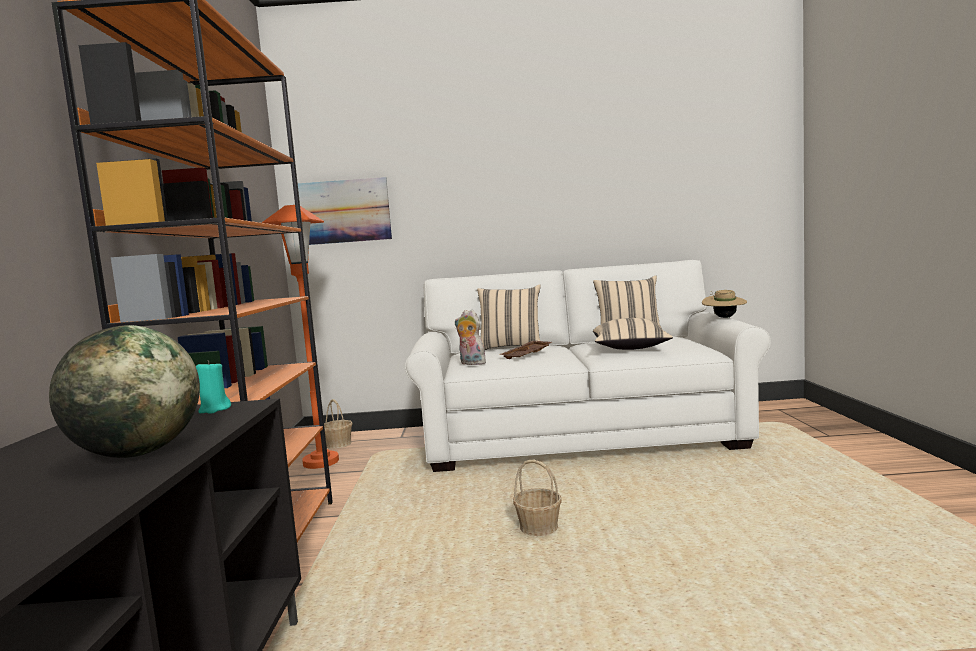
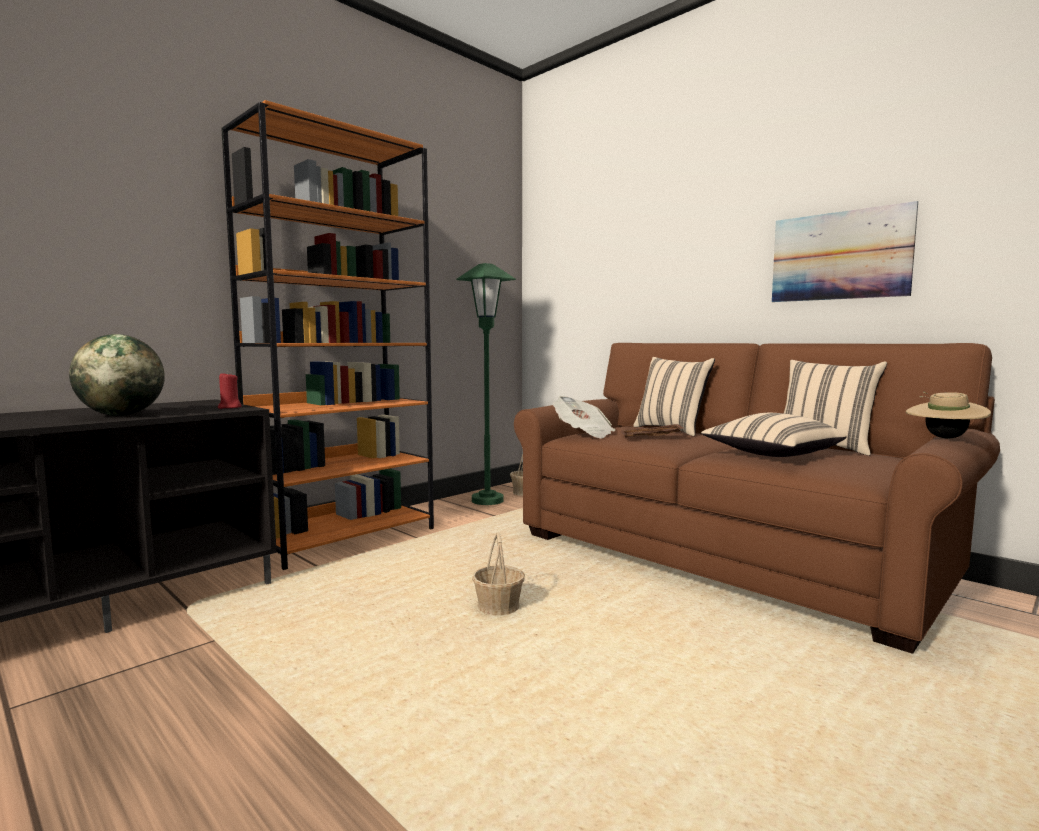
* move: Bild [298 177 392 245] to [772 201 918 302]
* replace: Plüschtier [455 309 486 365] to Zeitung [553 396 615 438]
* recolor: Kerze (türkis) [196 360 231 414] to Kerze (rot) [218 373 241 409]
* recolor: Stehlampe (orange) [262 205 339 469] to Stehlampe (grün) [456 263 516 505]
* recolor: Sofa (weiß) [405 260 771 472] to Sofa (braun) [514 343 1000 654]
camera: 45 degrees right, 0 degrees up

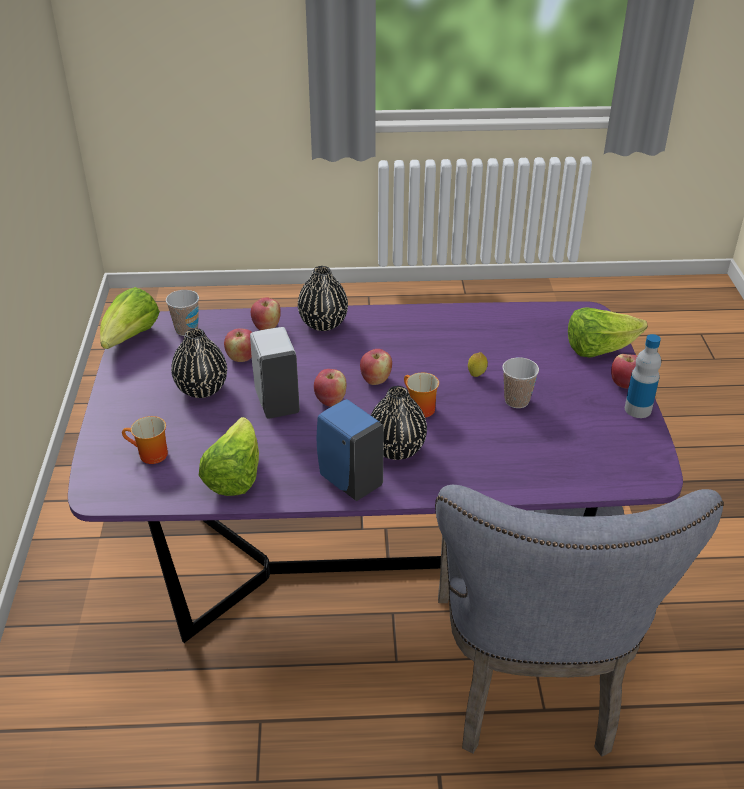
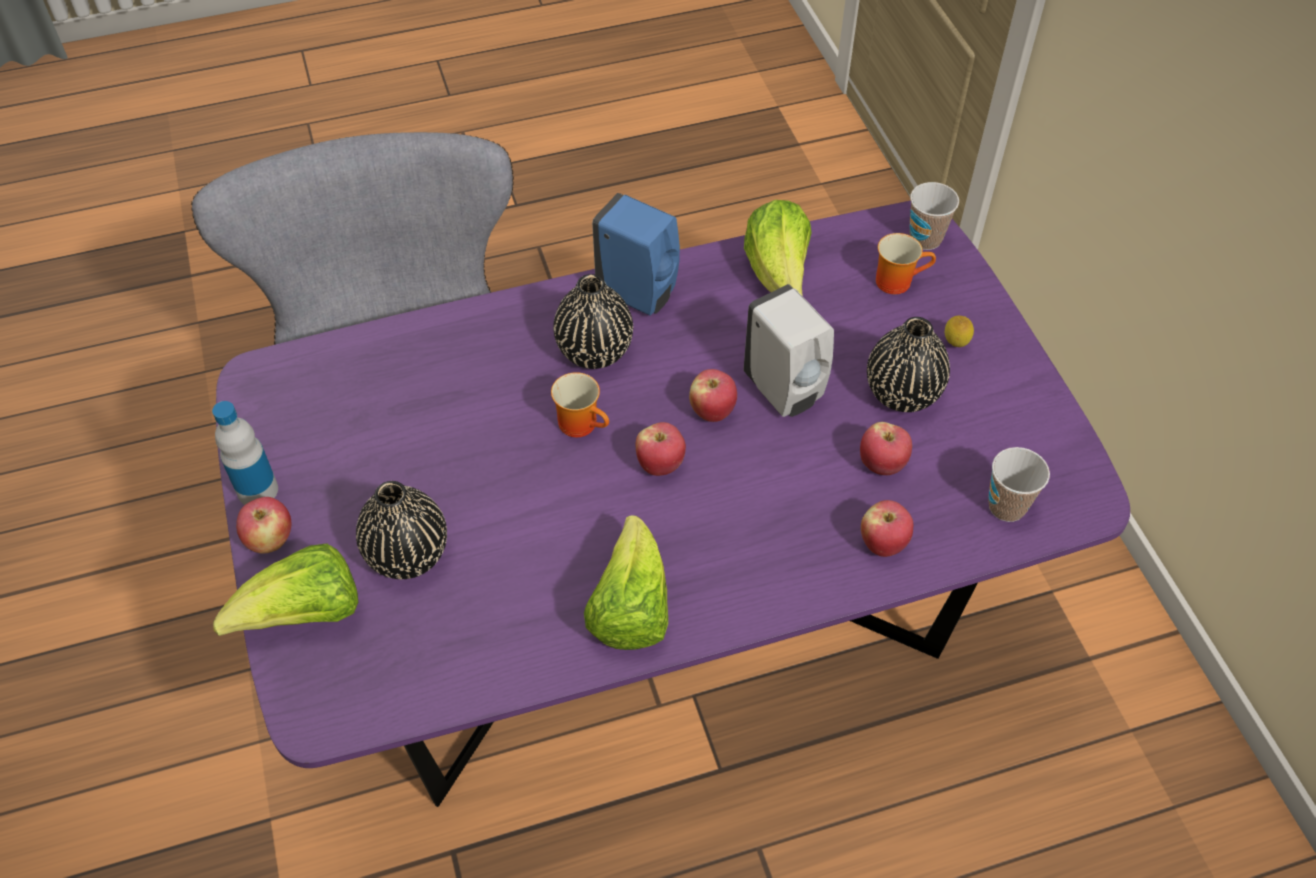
* move: Salatkopf [100 287 160 349] to [584 516 668 650]
* move: Vase (schwarz) [298 266 348 331] to [356 481 447 579]
* move: Zitrone [468 352 488 377] to [945 316 974 347]
* move: Tasse [502 357 539 408] to [910 182 959 250]
camera: 165 degrees right, 15 degrees up

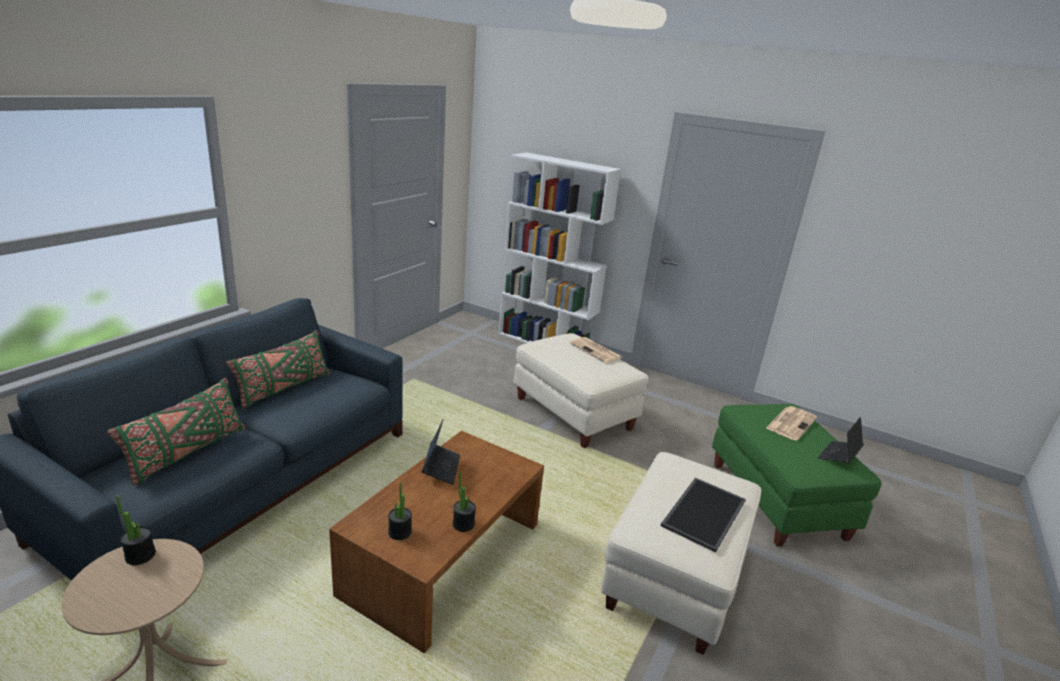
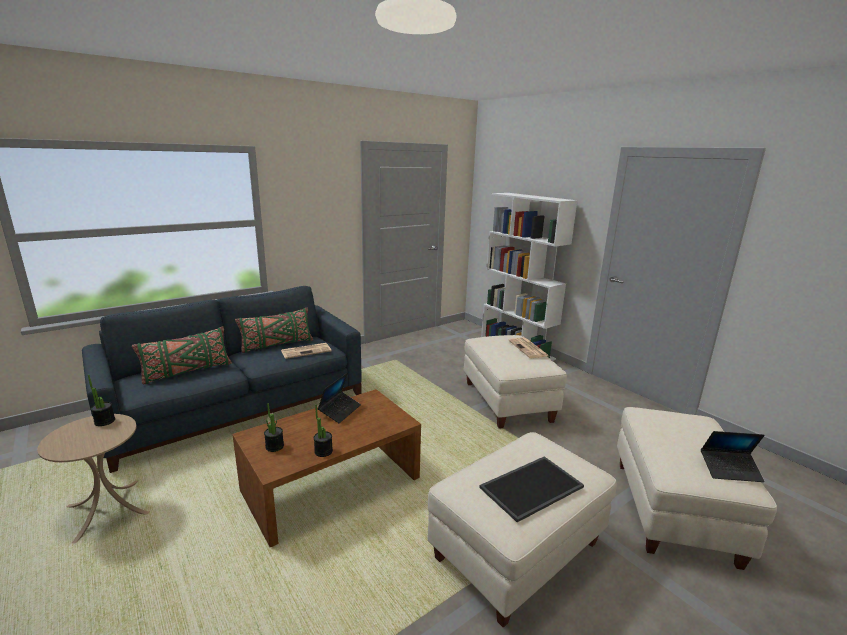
* move: Zeitung [766 406 817 441] to [281 343 331 359]
* recolor: Polsterhocker (grün) [712 404 881 547] to Polsterhocker (beige) [617 407 777 570]
* rotate: Laptop [818 417 864 463] = [701 431 765 482] 150 degrees counterclockwise
camera: 25 degrees right, 5 degrees down

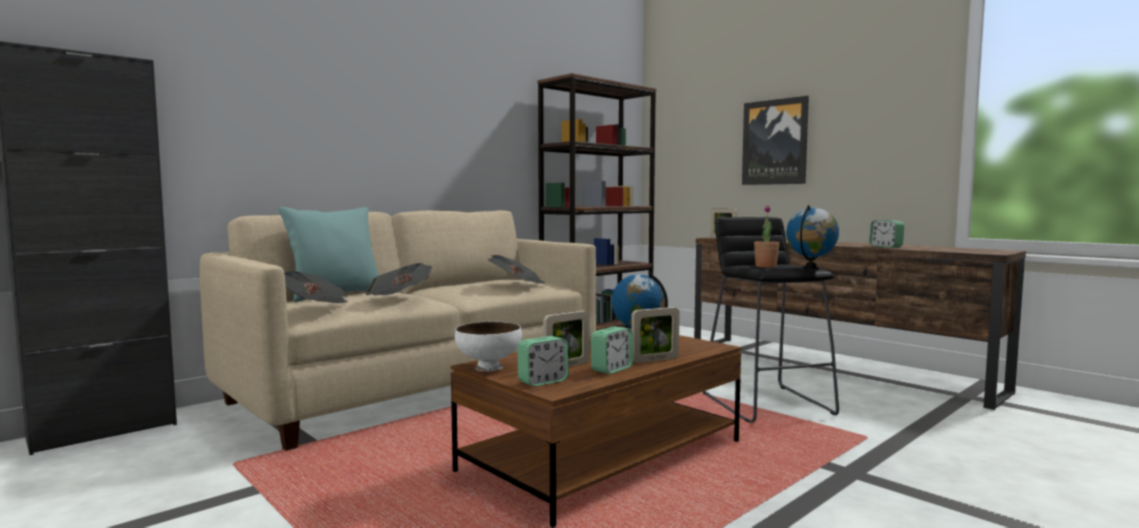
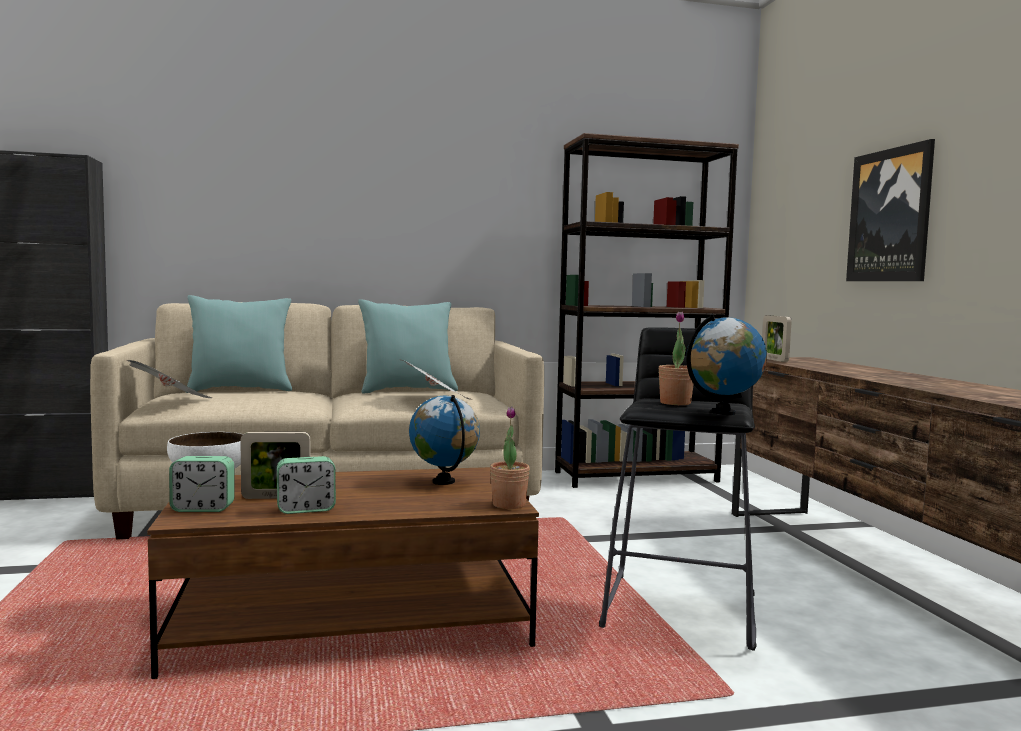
* delete: Zeitung [365 263 432 296]
* delete: Bilderrahmen [631 307 680 363]
* delete: Wecker [869 220 904 248]
* insert: Kissen (türkis) [358 299 458 394]
* insert: Topfpflanze [490 406 530 509]
camera: 30 degrees right, 0 degrees up

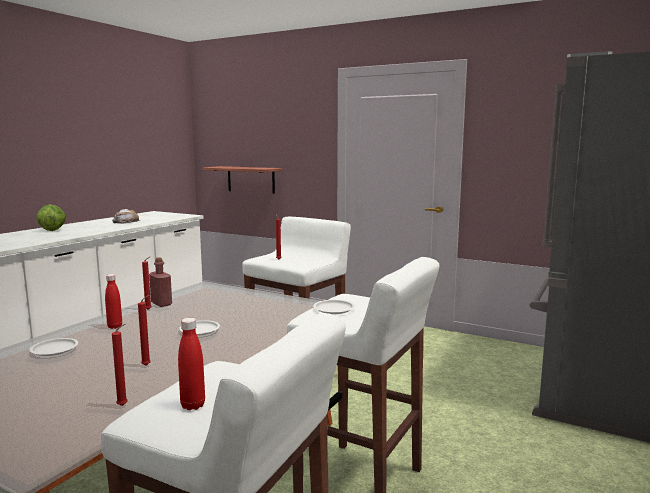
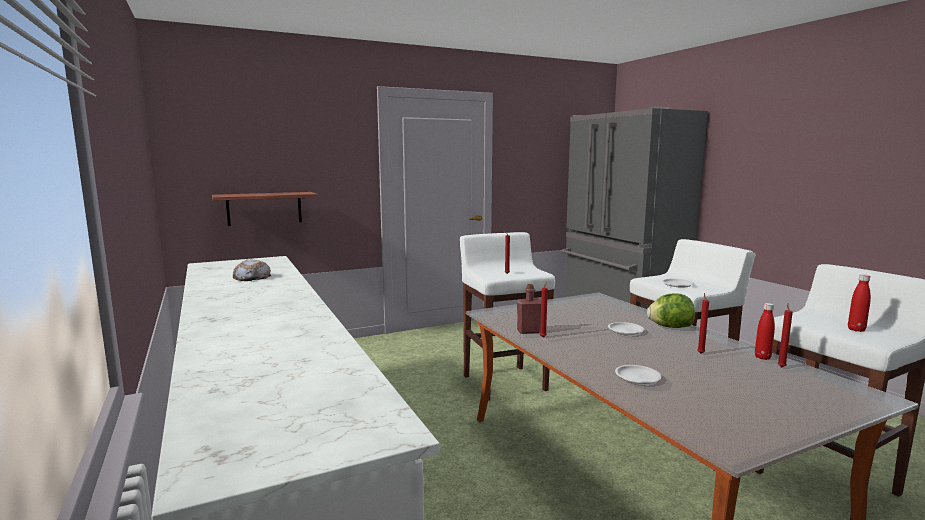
* move: Salatkopf [36 204 66 231] to [647 293 695 328]
* move: Flasche (rot) [105 274 122 329] to [755 303 775 360]
camera: 55 degrees left, 0 degrees up

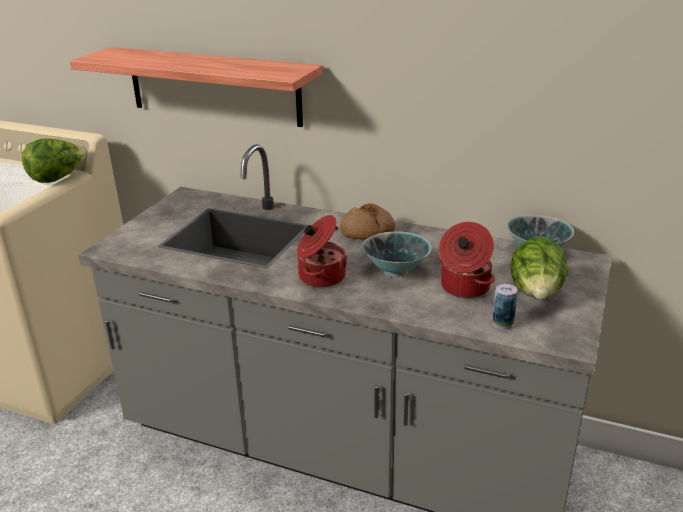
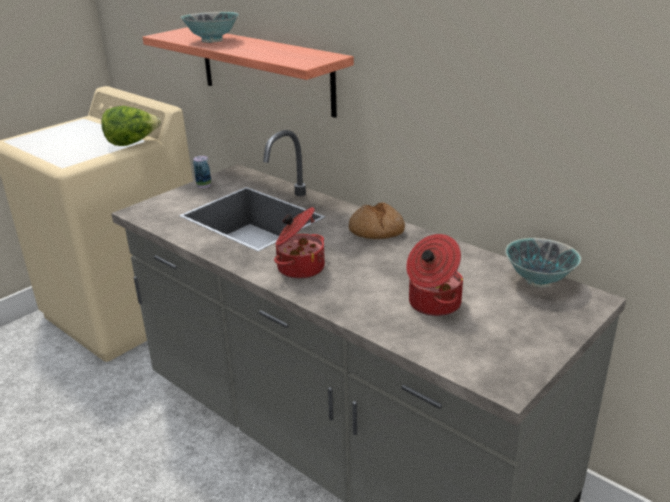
* delete: Salatkopf [510 236 568 300]
* move: Schüssel [362 232 431 277] to [180 12 239 43]
* move: Dose [492 284 517 330] to [193 156 211 188]
camera: 20 degrees right, 0 degrees up

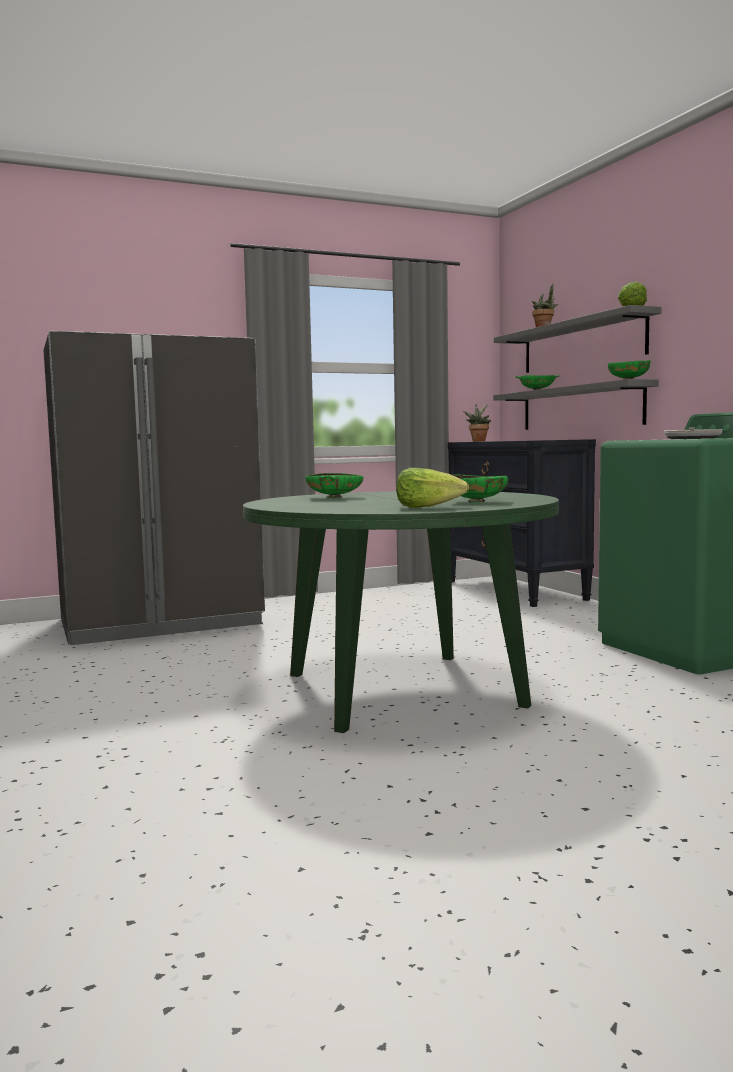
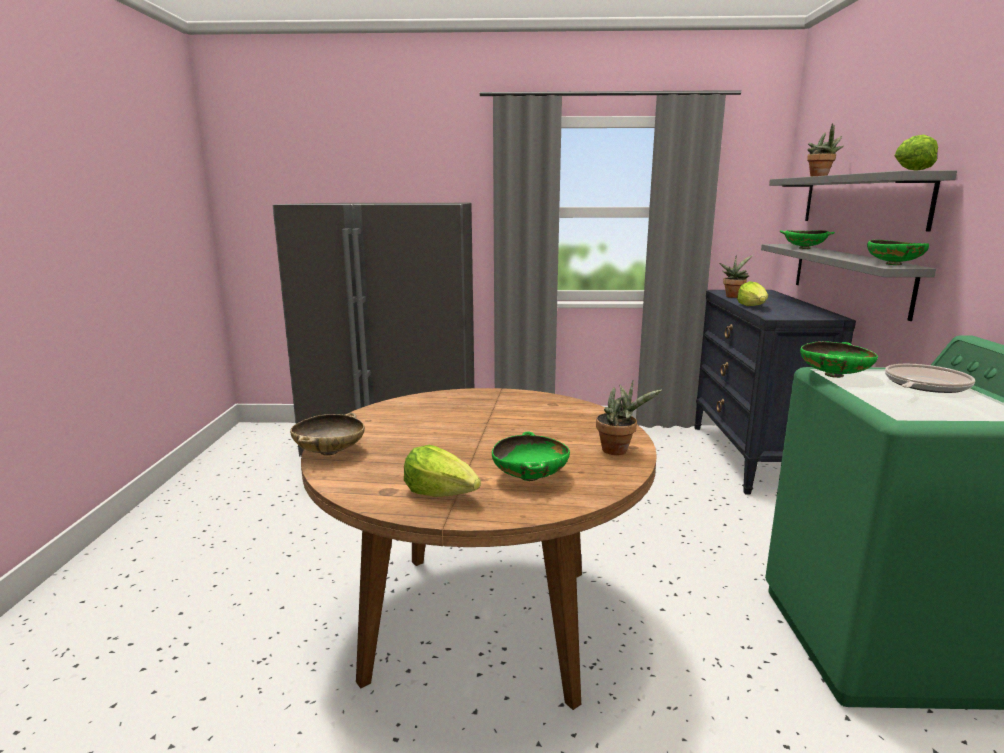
* insert: Schüssel (beige) [290 413 365 456]
* insert: Topfpflanze [596 380 662 455]
* insert: Salatkopf [737 281 768 306]
* move: Schüssel (grün) [306 473 363 498] to [800 341 878 378]
* recolor: Esstisch (grün) [243 491 559 733] to Esstisch (braun) [301 388 657 710]
camera: 25 degrees right, 10 degrees up

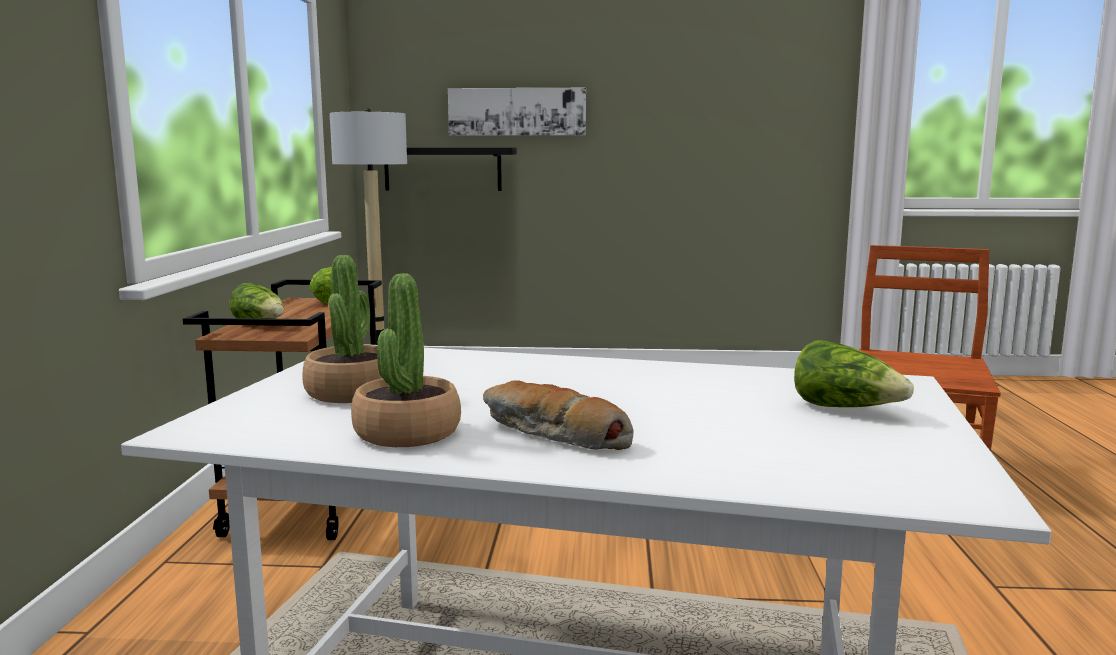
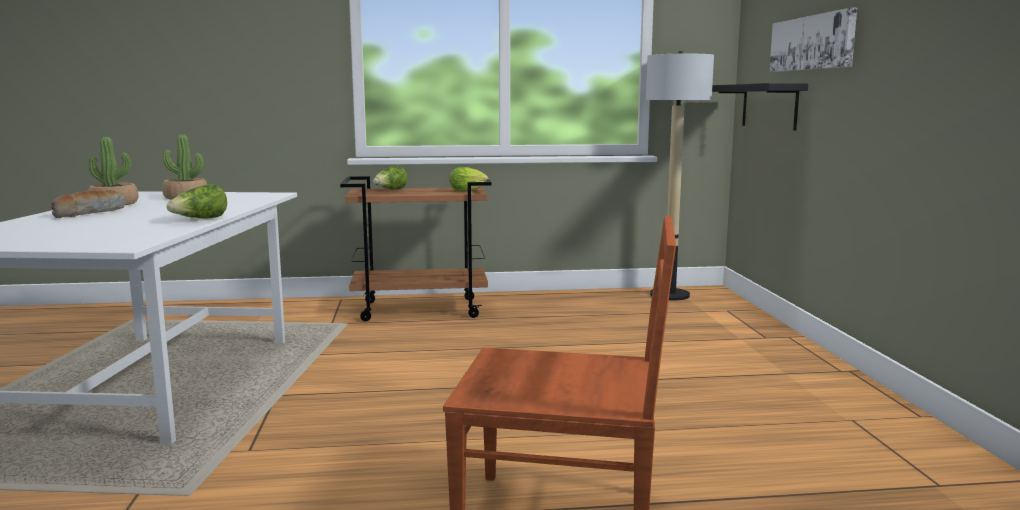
* move: Salatkopf [794 340 914 407] to [166 184 227 218]
camera: 80 degrees right, 0 degrees up

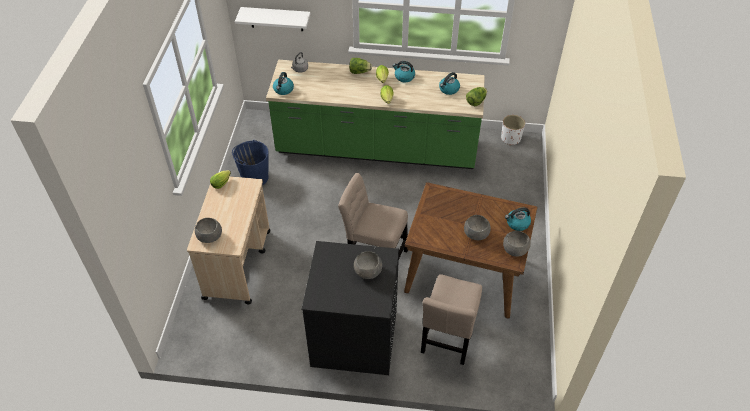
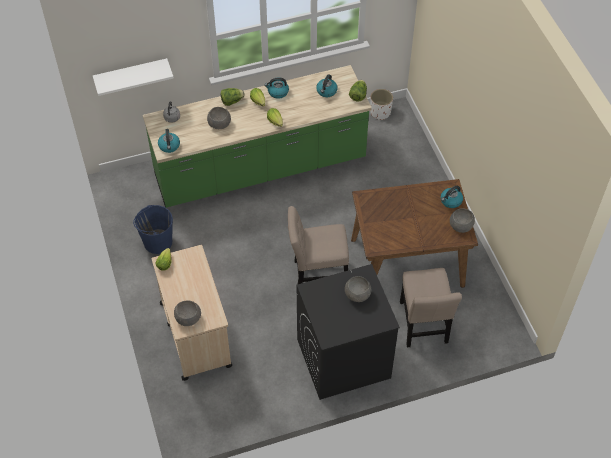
* move: Schüssel (grau) [464 215 491 240] to [207 107 231 129]
camera: 25 degrees left, 5 degrees up

